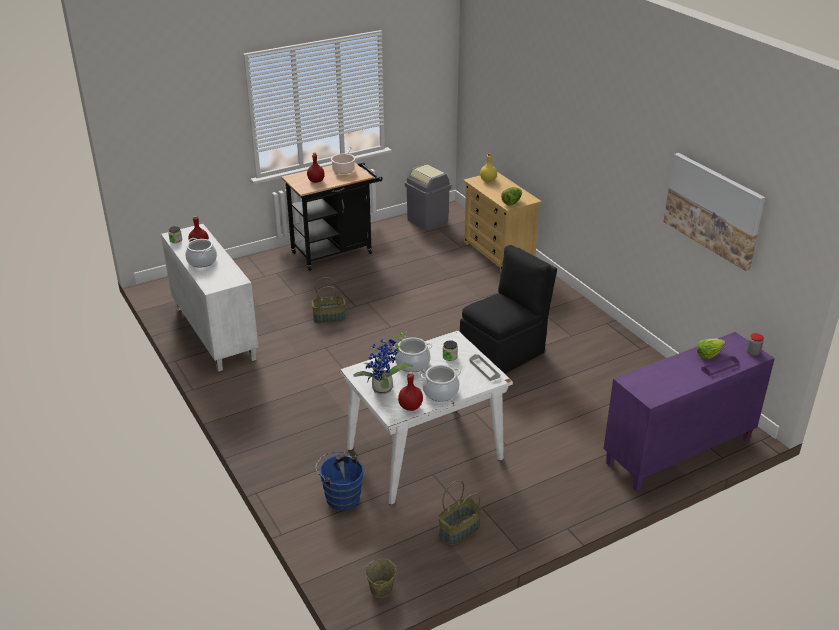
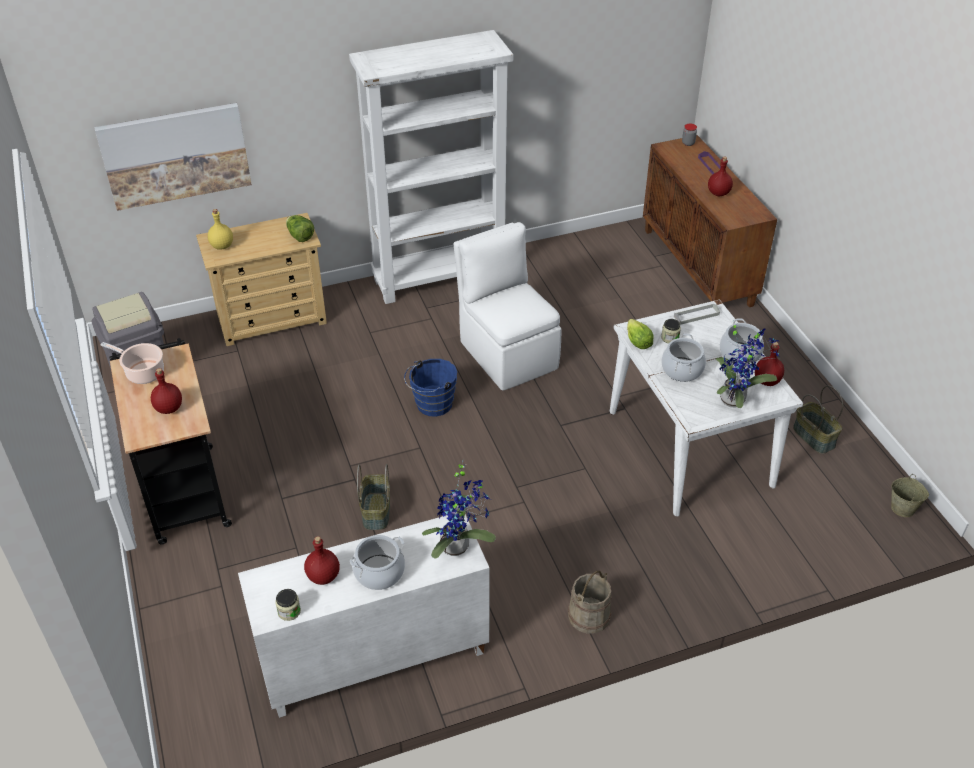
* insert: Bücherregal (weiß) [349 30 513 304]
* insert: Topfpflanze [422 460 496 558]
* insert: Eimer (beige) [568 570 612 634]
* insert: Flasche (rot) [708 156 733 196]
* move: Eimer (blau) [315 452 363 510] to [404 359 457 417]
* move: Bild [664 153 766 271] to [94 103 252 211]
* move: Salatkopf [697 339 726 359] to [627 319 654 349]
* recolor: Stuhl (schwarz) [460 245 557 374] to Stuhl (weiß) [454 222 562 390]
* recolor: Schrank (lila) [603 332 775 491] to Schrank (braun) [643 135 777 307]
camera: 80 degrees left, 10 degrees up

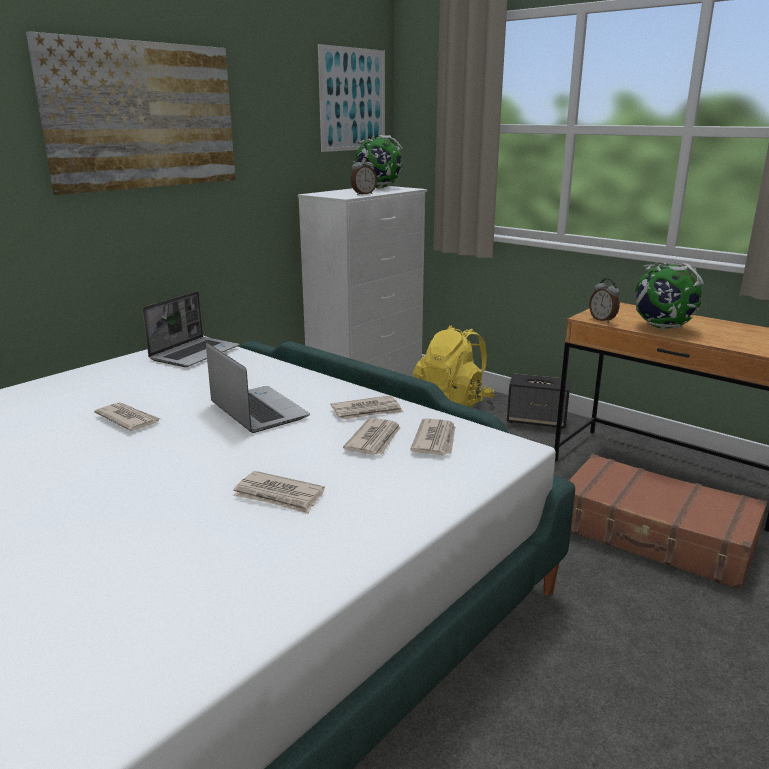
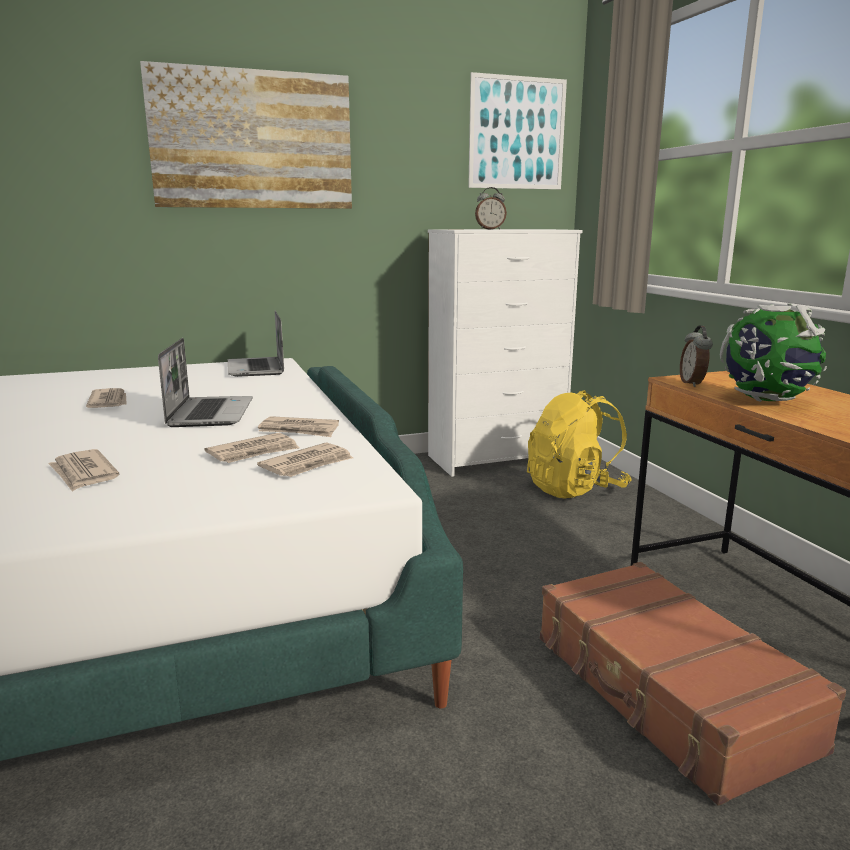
* delete: Globus [353 135 403 189]
* delete: Lautsprecher [507 373 571 429]
* rotate: Laptop [142 291 240 367] = [228 311 284 377] 105 degrees clockwise
camera: 30 degrees right, 5 degrees down

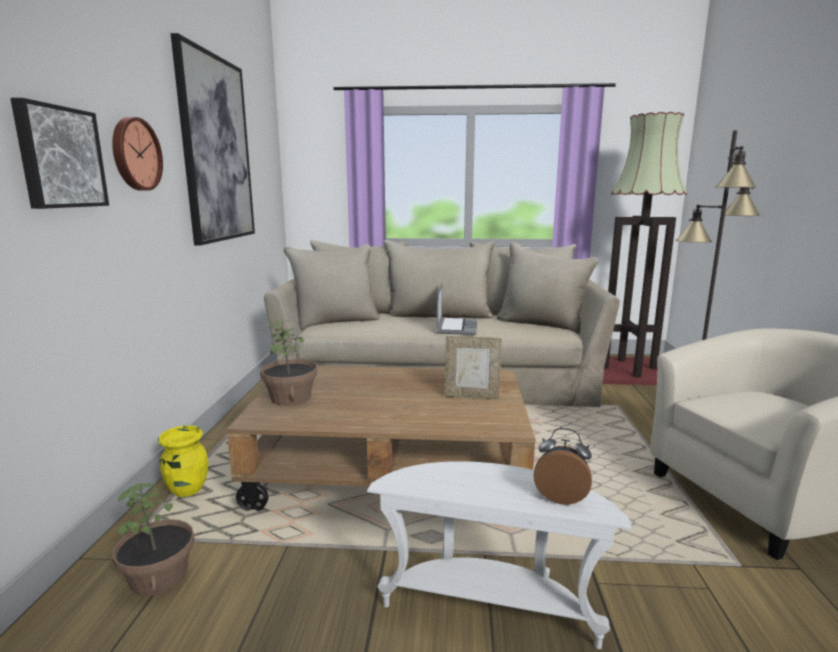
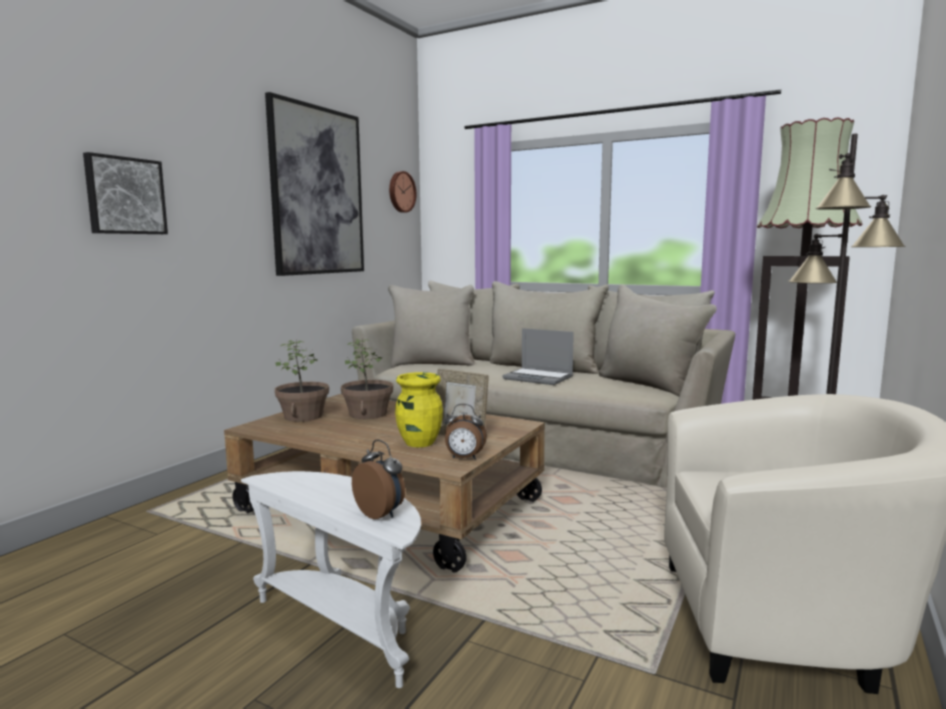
* insert: Wecker [445 404 487 460]
* move: Wanduhr [112 117 163 191] to [389 171 417 213]
* move: Topfpflanze [112 483 195 596] to [341 339 393 419]
* move: Vase (gelb) [158 425 208 497] to [395 372 443 447]
* rotate: Laptop [437 283 477 335] = [502 328 574 385] 90 degrees clockwise
camera: 25 degrees right, 5 degrees down

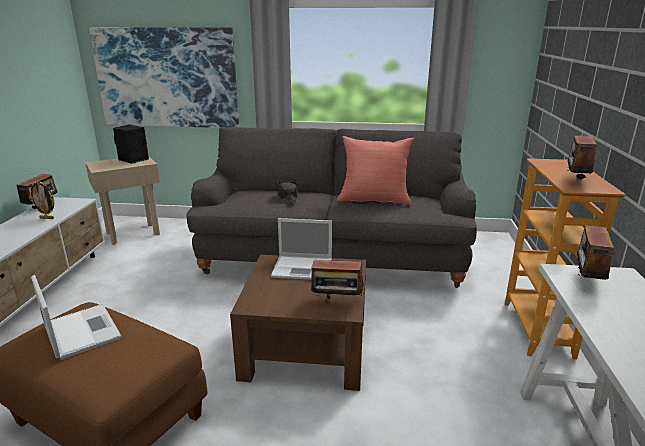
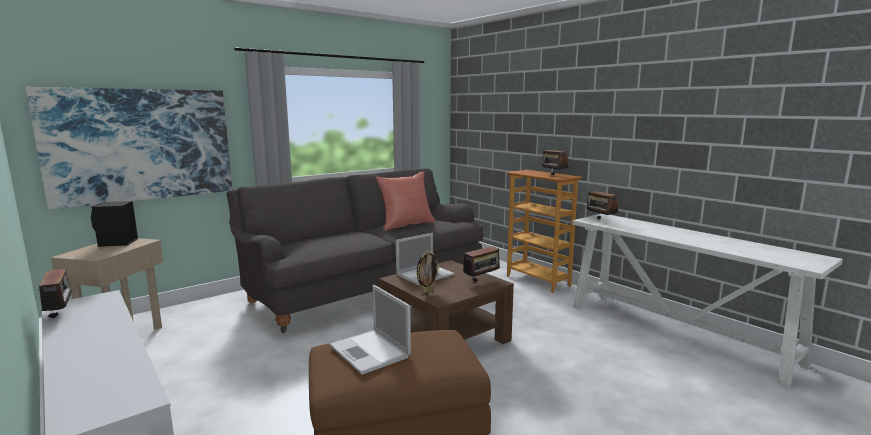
* delete: Hut (schwarz) [277 181 298 203]
* move: Bilderrahmen [29 180 54 219] to [416 251 439 294]
* rotate: Laptop [31 275 122 360] = [330 285 411 375] 135 degrees counterclockwise
camera: 45 degrees left, 10 degrees down

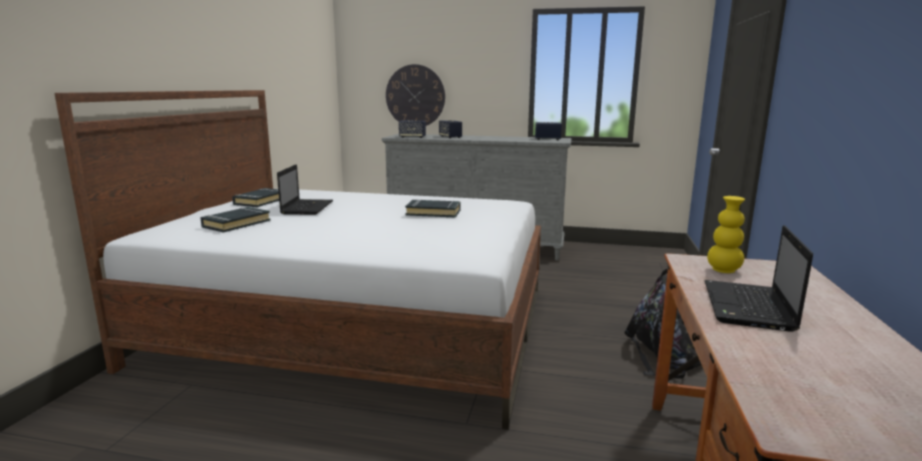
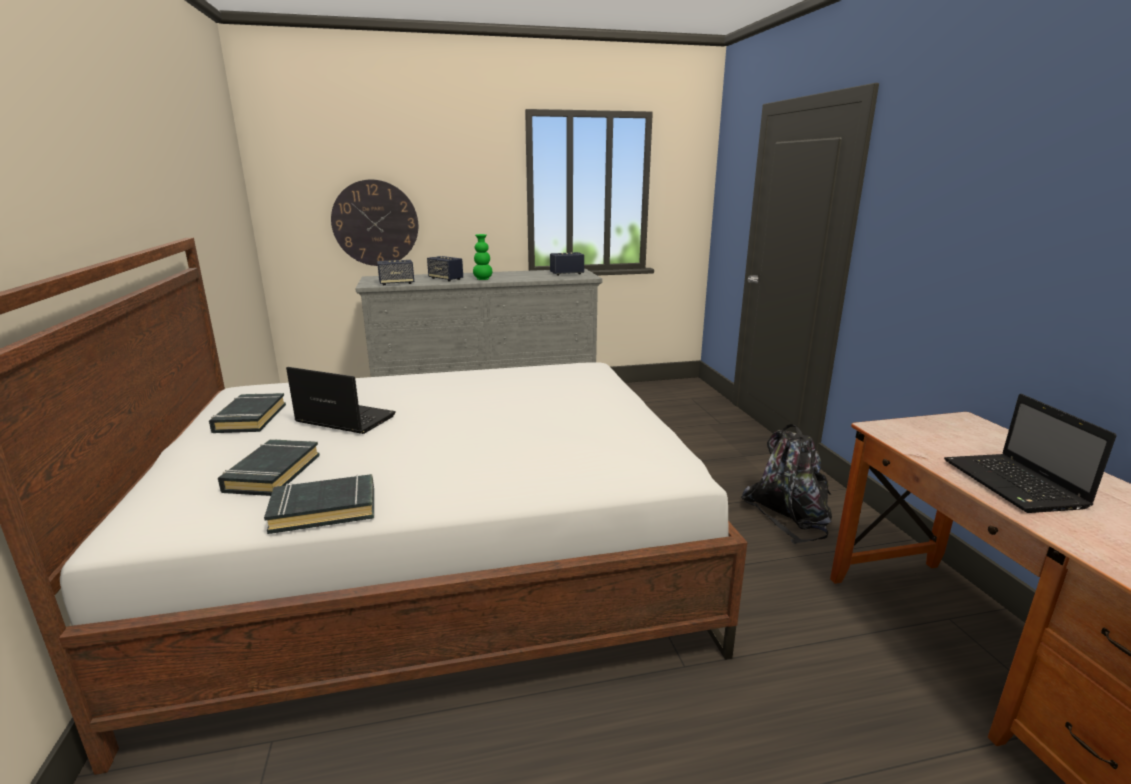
* delete: Vase (gelb) [707 196 745 273]
* insert: Vase (grün) [473 234 492 280]
* move: Buch (schwarz) [405 200 460 218] to [264 474 374 534]
* rotate: Laptop [277 164 333 215] = [286 367 396 434] 45 degrees counterclockwise
camera: 25 degrees left, 5 degrees up

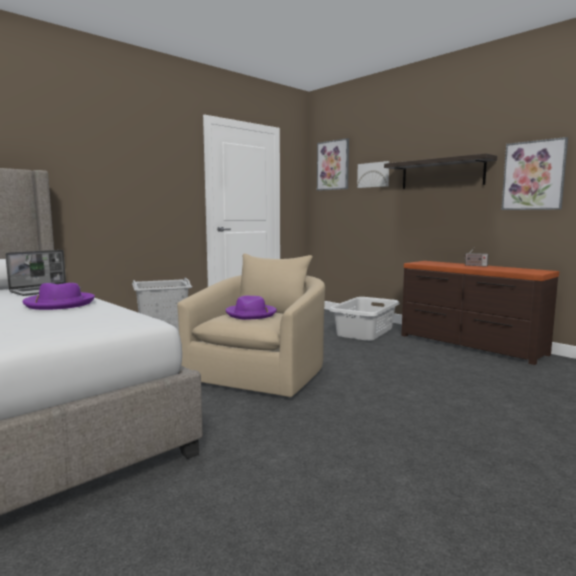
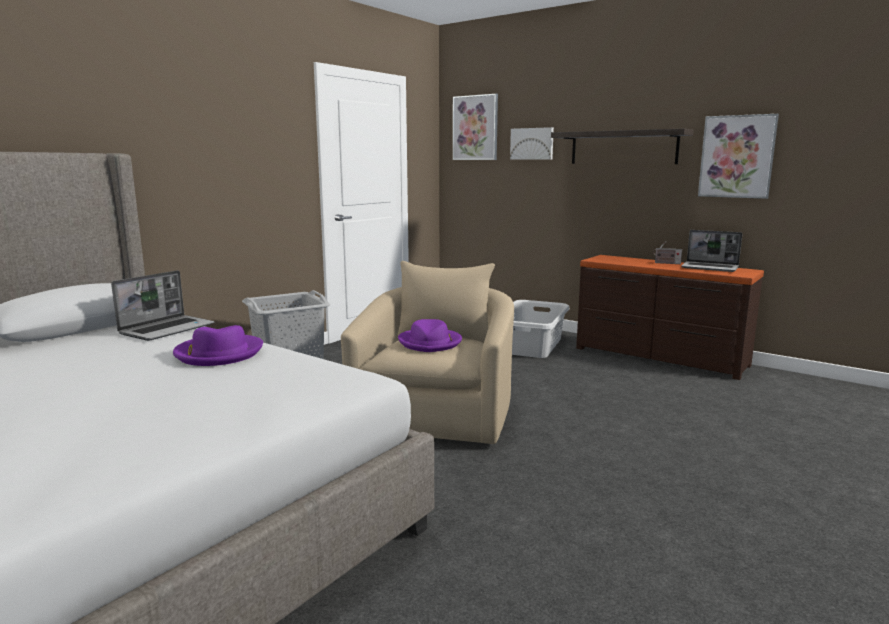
* insert: Laptop [681 230 742 272]
camera: 10 degrees left, 5 degrees up

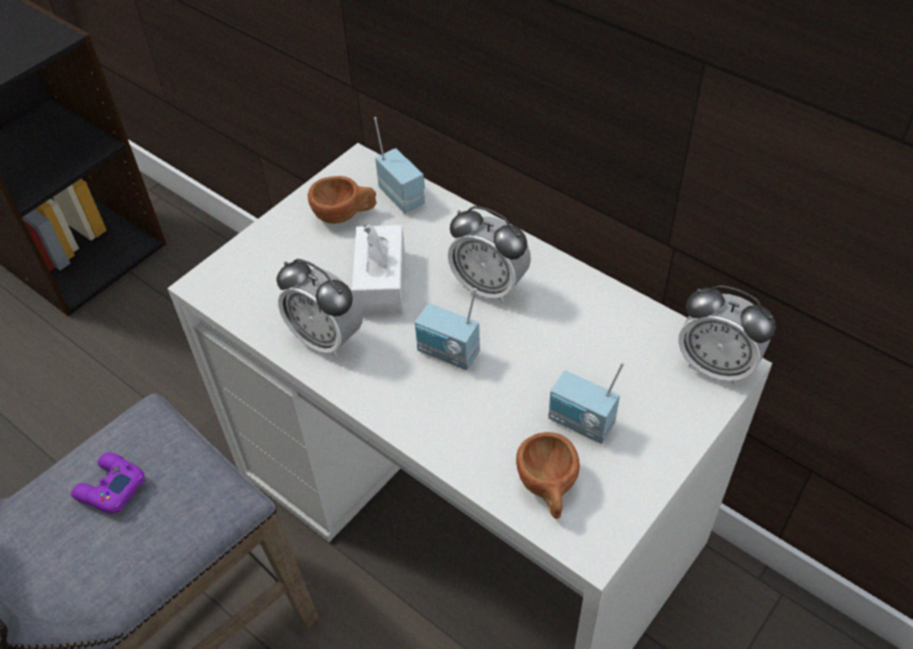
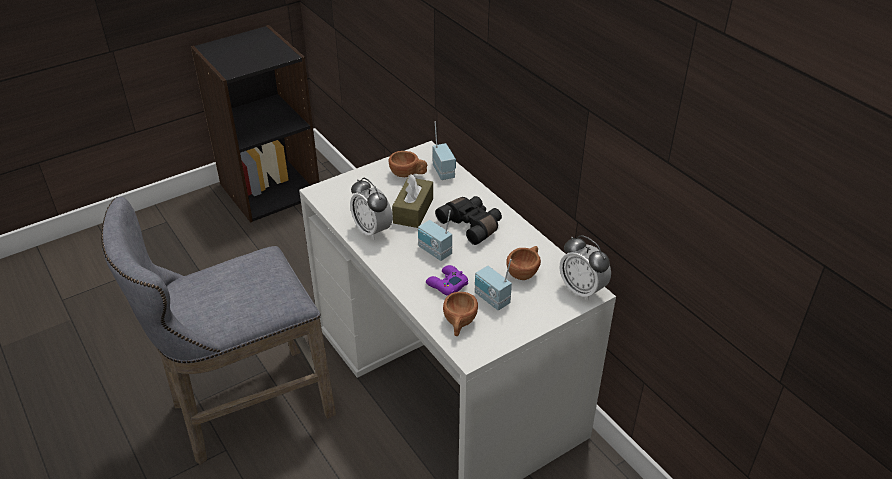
* insert: Tasse (braun) [506 246 541 280]
* move: Gamepad (lila) [71 452 145 513] to [426 265 468 296]
* replace: Wecker [448 206 531 303] to Fernglas (schwarz) [435 196 502 245]
* recolor: Taschentuchbox (weiß) [352 224 405 316] to Taschentuchbox (braun) [392 174 433 228]
camera: 15 degrees right, 10 degrees down

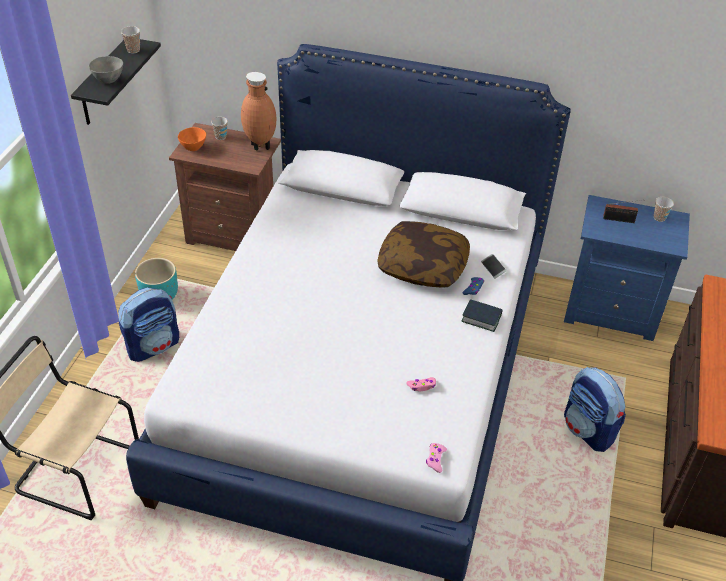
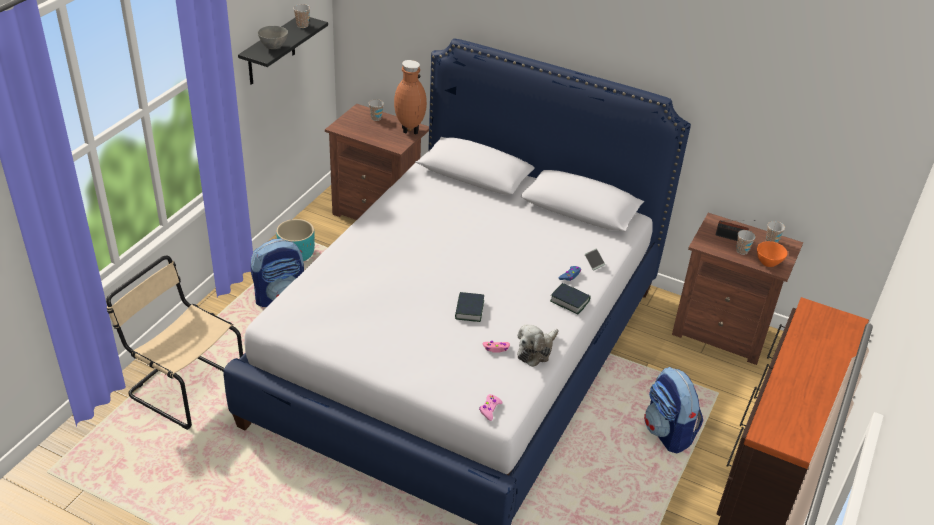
* delete: Kissen [377 221 470 288]
* insert: Buch [455 292 484 322]
* insert: Plüschtier [517 324 558 367]
* insert: Tasse [736 230 755 255]
* move: Schüssel (orange) [178 127 206 151] to [757 241 787 267]
* recolor: Nachttisch (blau) [564 195 690 341] to Nachttisch (braun) [672 213 803 365]
camera: 10 degrees right, 5 degrees down

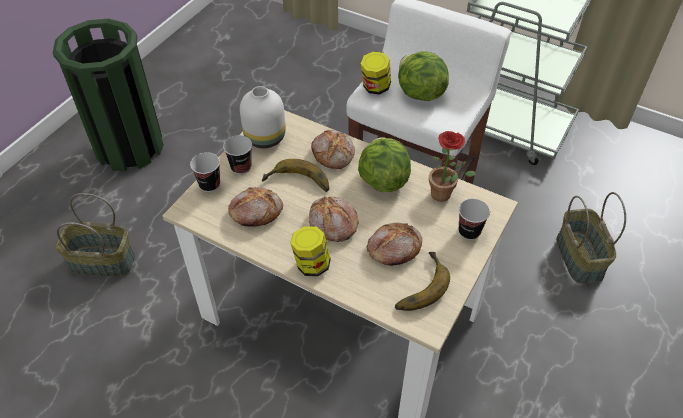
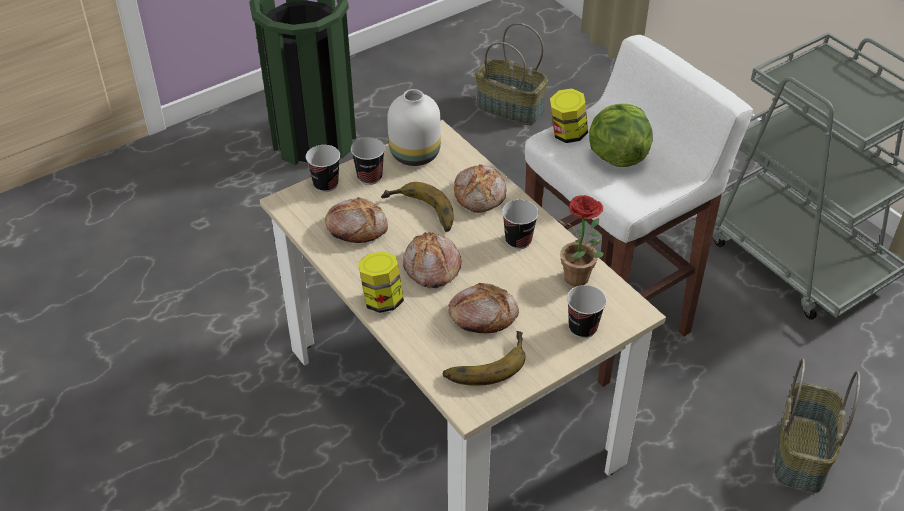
* move: Korb [55 193 135 277] to [475 23 548 125]
* replace: Salatkopf [358 137 411 192] to Tasse [502 200 539 249]
camera: 25 degrees right, 5 degrees down

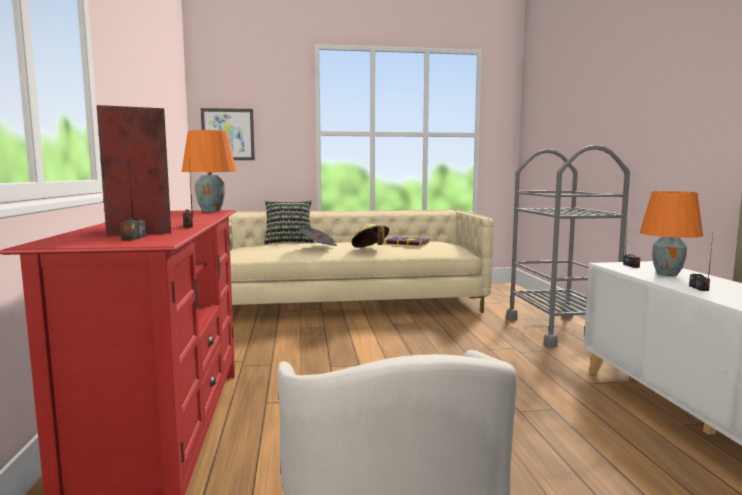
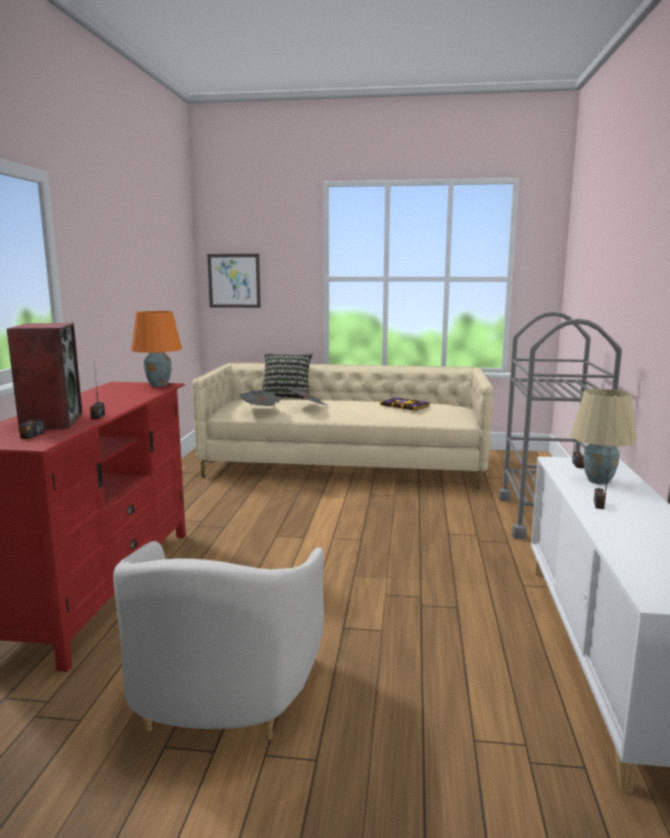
* delete: Hut (beige) [352 223 389 248]
* insert: Zeitung [239 390 281 406]
* recolor: Tischlampe (orange) [640 191 703 276] to Tischlampe (beige) [570 389 637 484]
camera: 15 degrees right, 5 degrees up

